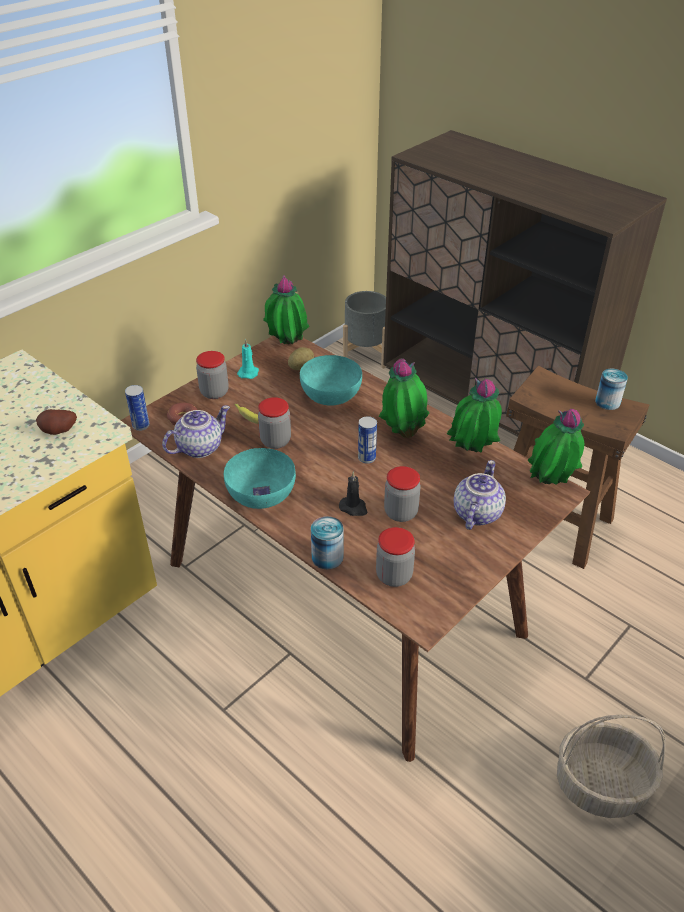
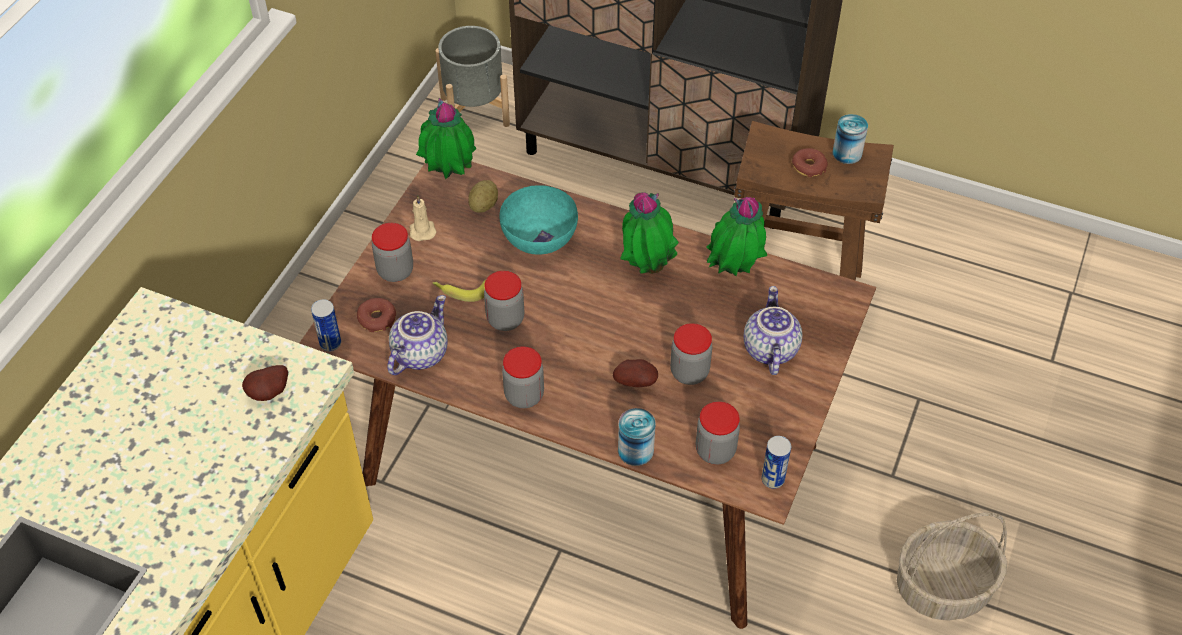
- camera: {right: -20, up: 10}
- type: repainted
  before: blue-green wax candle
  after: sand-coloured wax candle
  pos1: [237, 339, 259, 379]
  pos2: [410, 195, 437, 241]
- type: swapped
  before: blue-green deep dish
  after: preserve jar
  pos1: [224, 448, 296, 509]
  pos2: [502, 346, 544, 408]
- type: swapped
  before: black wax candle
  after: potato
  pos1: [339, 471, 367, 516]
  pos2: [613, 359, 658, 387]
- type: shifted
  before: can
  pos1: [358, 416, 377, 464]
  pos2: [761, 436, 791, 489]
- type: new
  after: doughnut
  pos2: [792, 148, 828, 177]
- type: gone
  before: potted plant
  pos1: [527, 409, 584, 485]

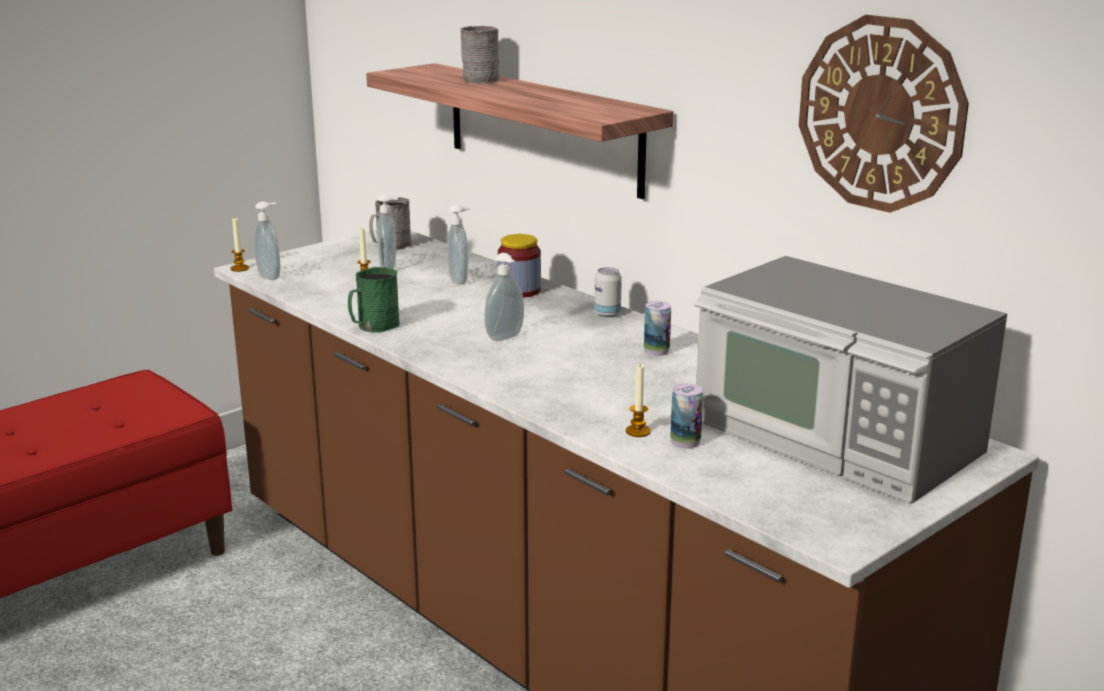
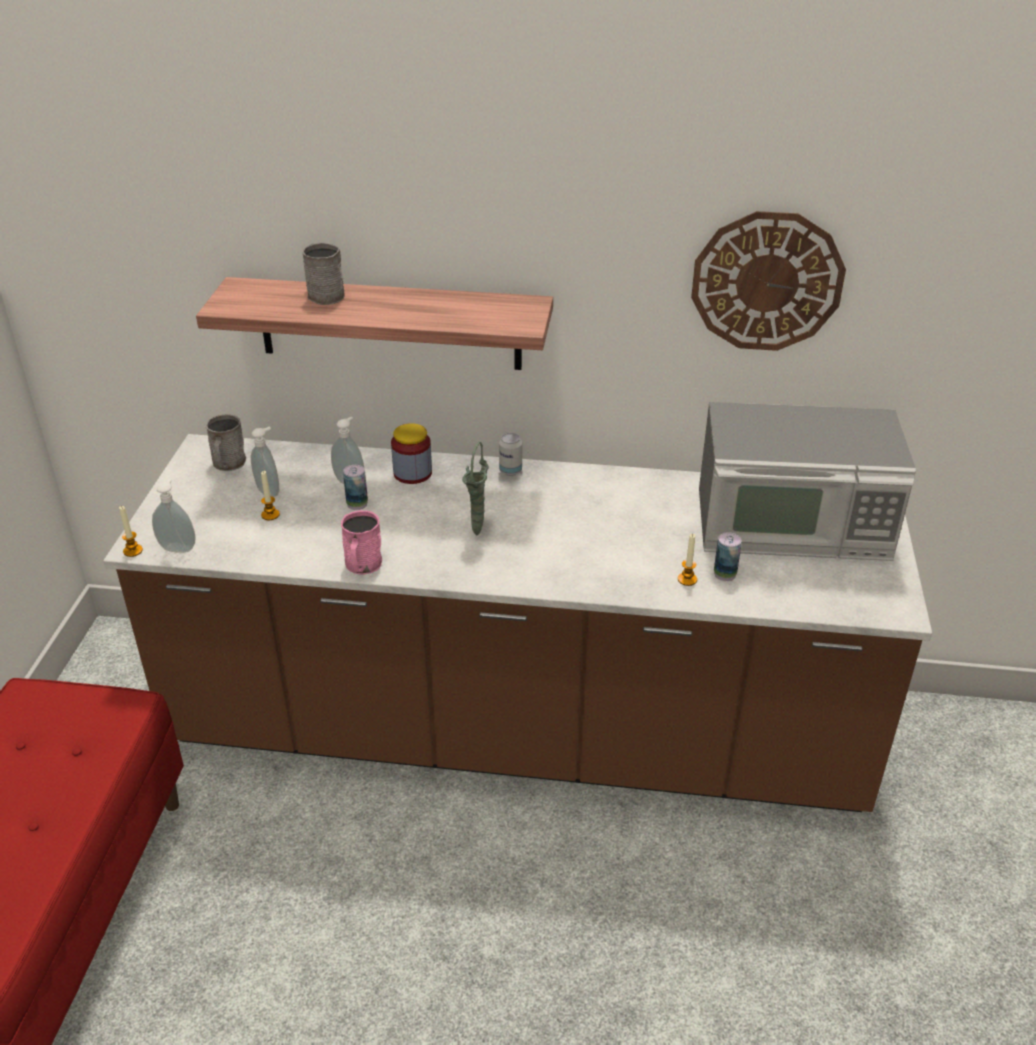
- camera: {right: -40, up: 15}
- type: repainted
  before: green mug
  after: pinkish mug
  pos1: [348, 267, 400, 333]
  pos2: [341, 510, 382, 574]
- type: shifted
  before: can
  pos1: [644, 301, 671, 356]
  pos2: [343, 465, 368, 510]
- type: swapped
  before: soap bottle
  after: green vase
  pos1: [484, 253, 524, 341]
  pos2: [462, 442, 489, 535]

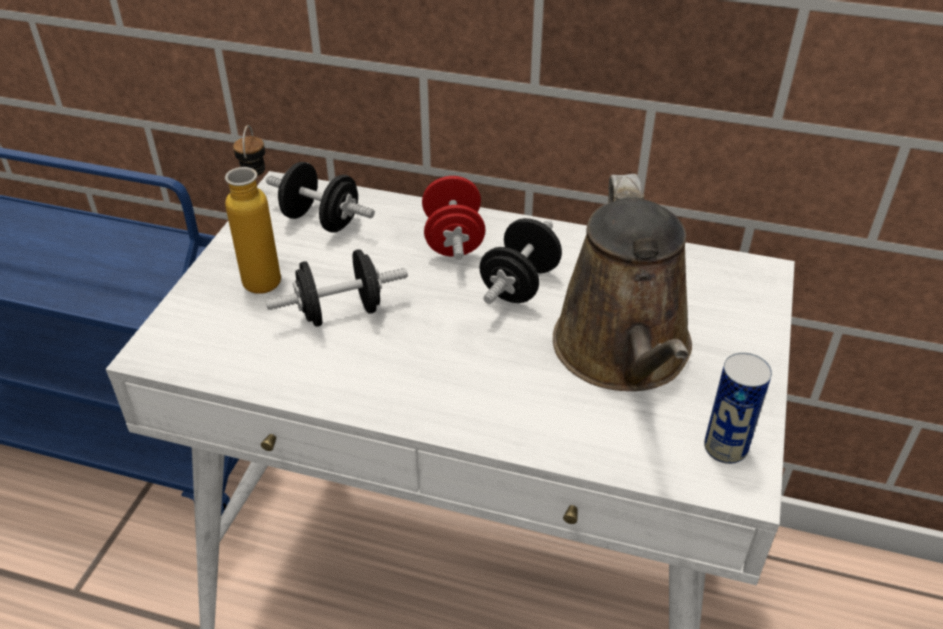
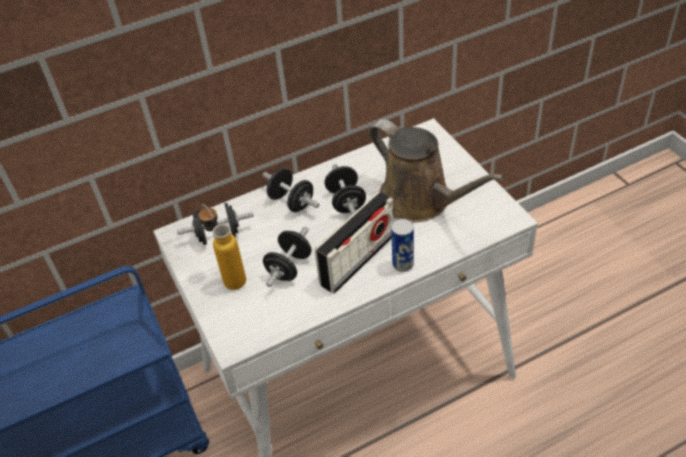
- camera: {right: -40, up: 5}
- type: repainted
  before: red-coloured hand weight
  after: black hand weight
  pos1: [422, 176, 485, 260]
  pos2: [263, 168, 320, 212]
- type: new
  after: radio
  pos2: [315, 191, 394, 294]
- type: shifted
  before: can
  pos1: [704, 353, 772, 464]
  pos2: [391, 218, 414, 272]

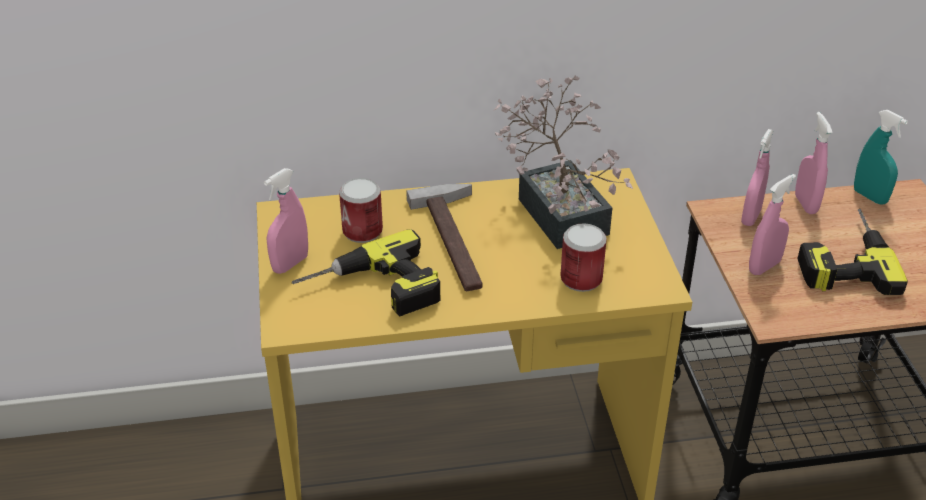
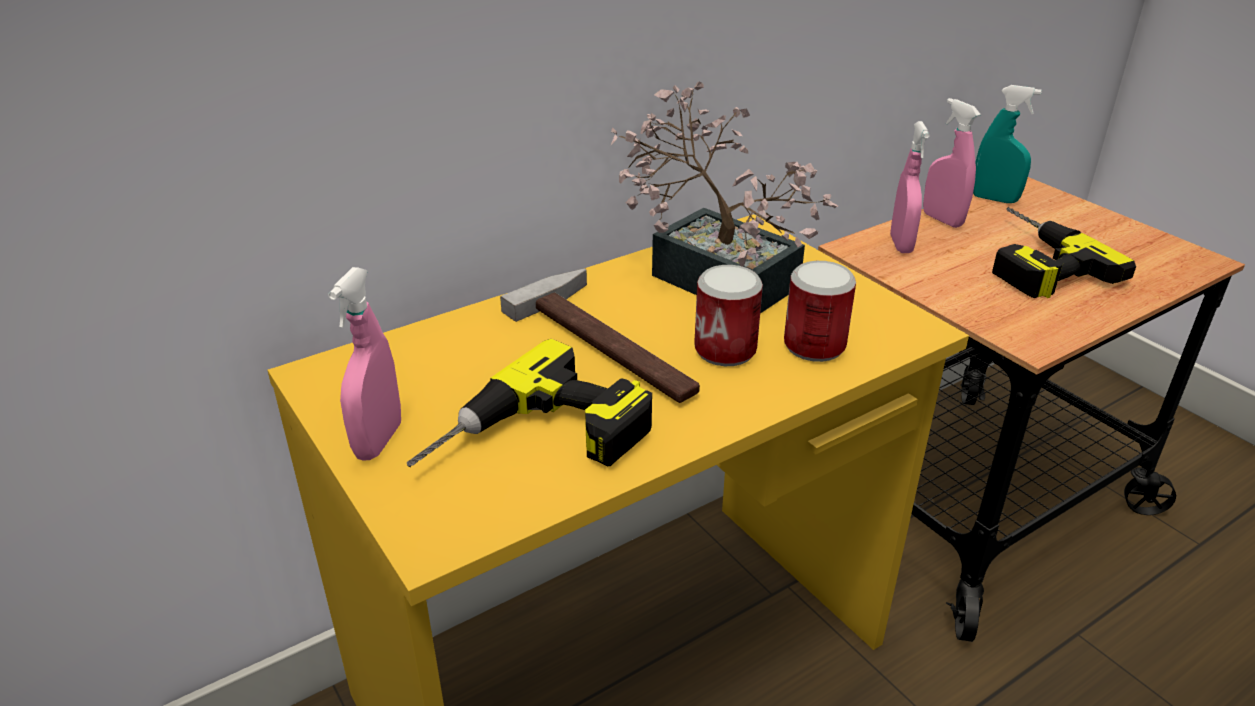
- camera: {right: -25, up: -5}
- type: shifted
  before: can
  pos1: [339, 178, 383, 243]
  pos2: [694, 265, 763, 366]
- type: gone
  before: pinkish spray bottle
  pos1: [749, 174, 796, 275]

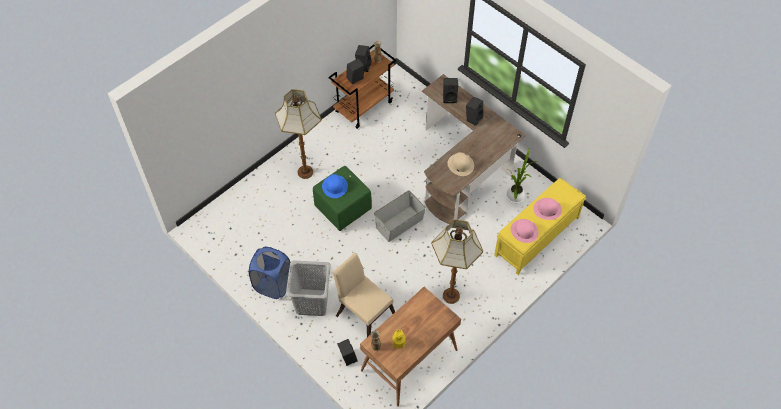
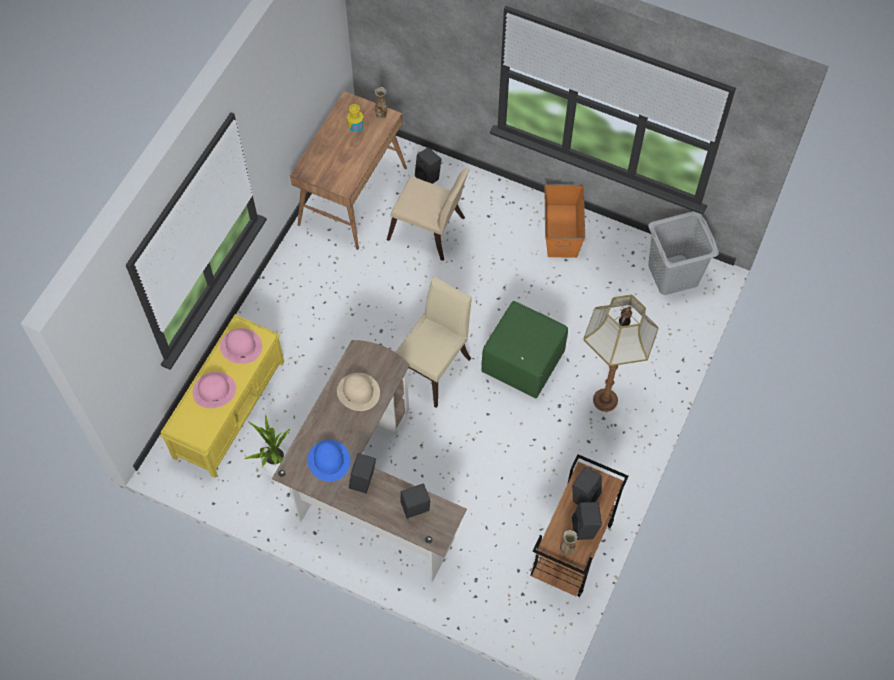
- camera: {right: 160, up: 5}
- type: shifted
  before: blue-coloured clothing hat
  pos1: [322, 174, 348, 198]
  pos2: [307, 440, 350, 482]
- type: swapped
  before: grey storage bin
  after: sand-coloured chair
  pos1: [374, 190, 426, 242]
  pos2: [396, 276, 472, 408]
- type: swapped
  before: blue-coloured hamper
  after: orange storage bin
  pos1: [249, 247, 290, 299]
  pos2: [544, 184, 585, 258]
- type: shifted
  before: grey hamper
  pos1: [286, 260, 331, 316]
  pos2: [648, 211, 719, 295]
- type: gone
  before: floor lamp
  pos1: [431, 219, 483, 304]

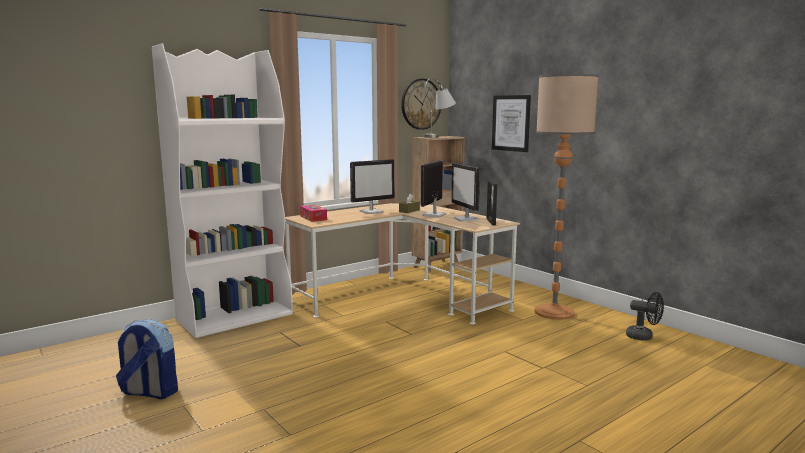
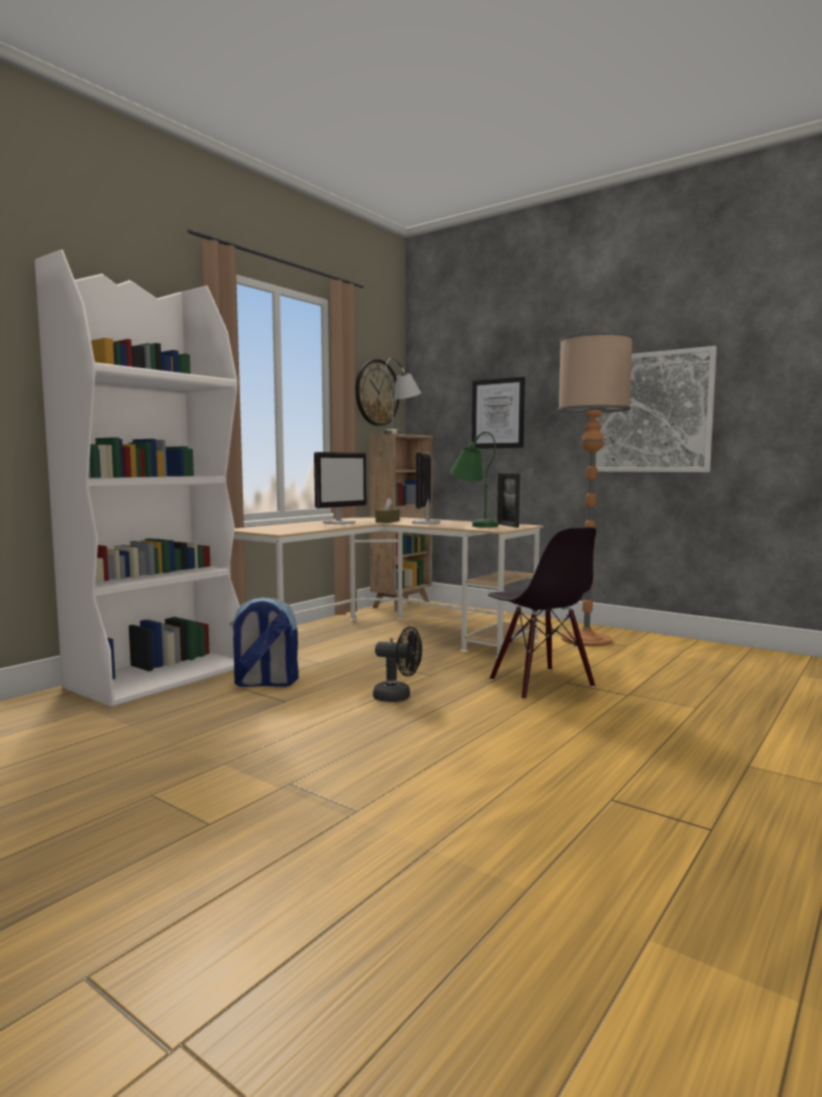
- camera: {right: -15, up: -5}
- type: shifted
  before: backpack
  pos1: [116, 319, 178, 399]
  pos2: [230, 597, 299, 687]
- type: shifted
  before: black electric fan
  pos1: [626, 292, 664, 341]
  pos2: [373, 626, 422, 702]
- type: swapped
  before: computer screen
  after: green tabletop lamp
  pos1: [451, 162, 480, 222]
  pos2: [450, 431, 498, 528]
- type: new
  after: black chair
  pos2: [488, 527, 596, 700]
- type: new
  after: picture
  pos2: [595, 346, 717, 472]
- type: gone
  before: tissue box
  pos1: [300, 205, 327, 222]

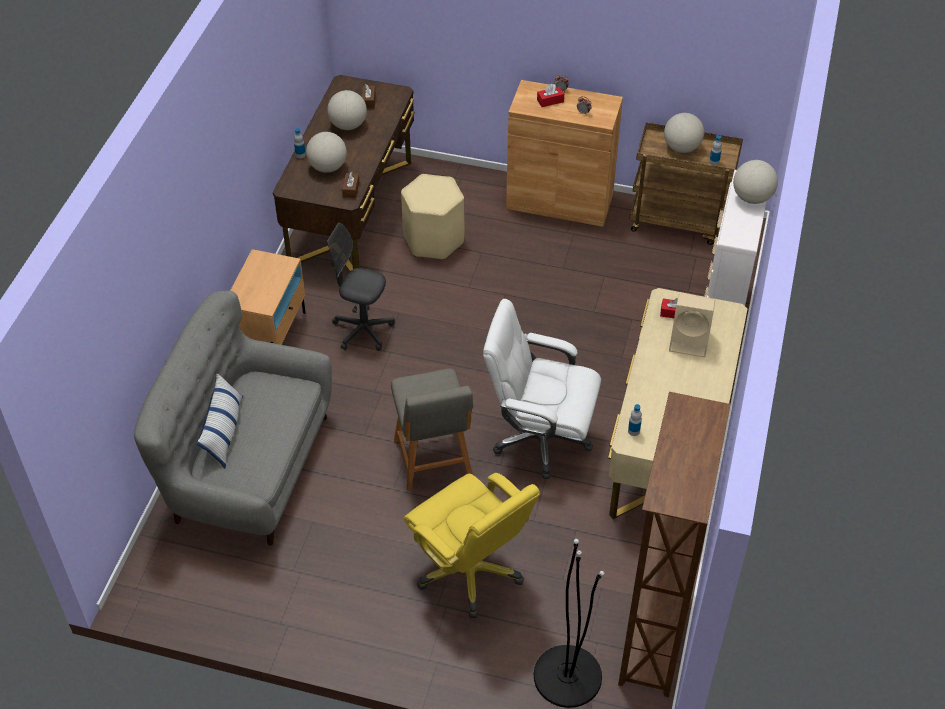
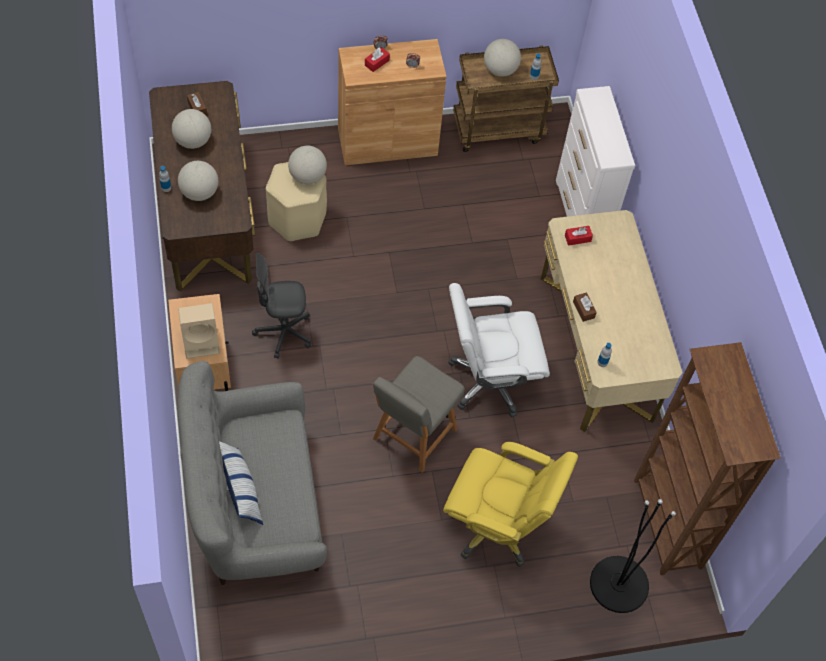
- camera: {right: -30, up: 10}
- type: shifted
  before: sand-coloured audio speaker
  pos1: [669, 294, 715, 357]
  pos2: [178, 303, 220, 359]
- type: shifted
  before: globe
  pos1: [733, 160, 778, 204]
  pos2: [288, 146, 327, 184]
- type: rotated
  before: grey chair
  pos1: [391, 368, 473, 491]
  pos2: [373, 356, 465, 473]
  turn: 75
- type: shifted
  before: brownish tissue box
  pos1: [342, 172, 359, 198]
  pos2: [573, 293, 597, 322]

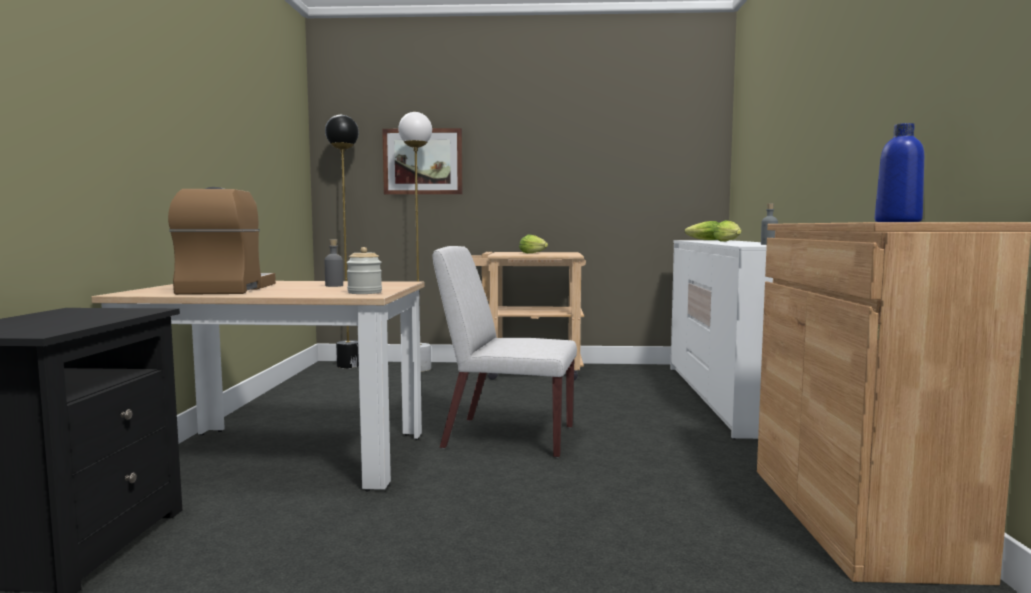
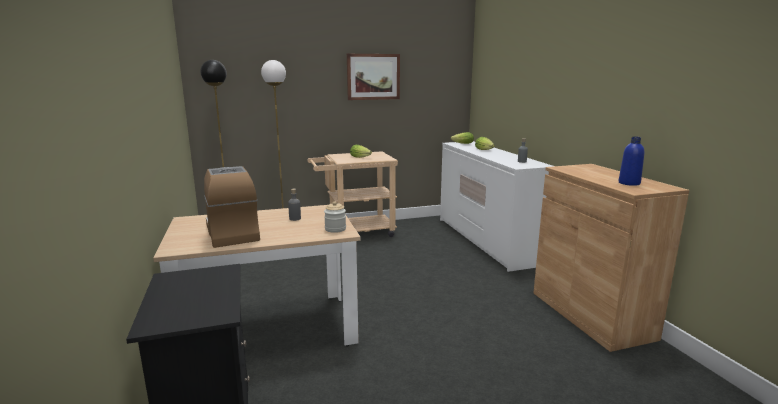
- camera: {right: -20, up: 10}
- type: shifted
  before: picture
  pos1: [382, 128, 462, 195]
  pos2: [347, 54, 400, 100]
- type: gone
  before: white chair
  pos1: [433, 246, 577, 458]

